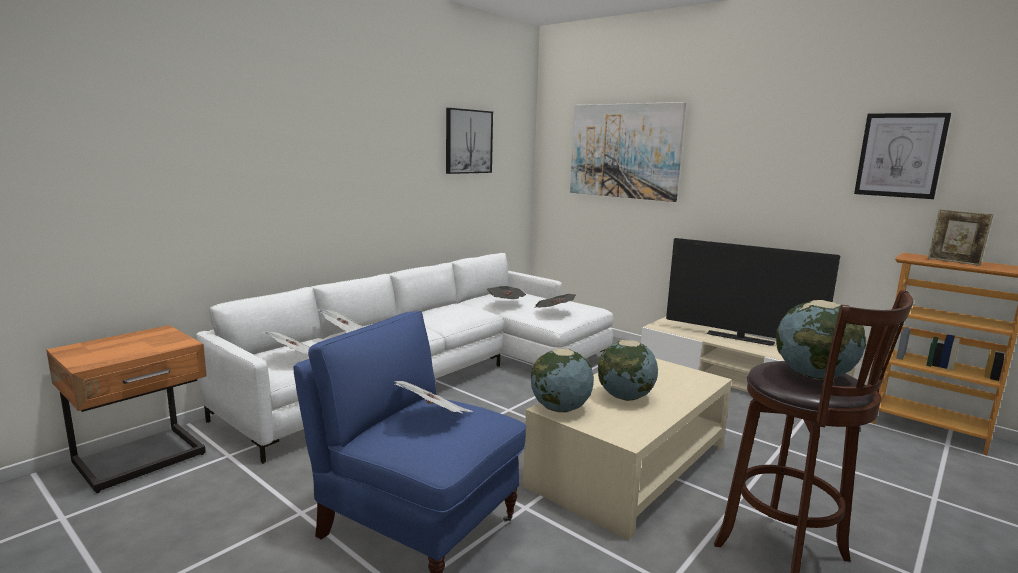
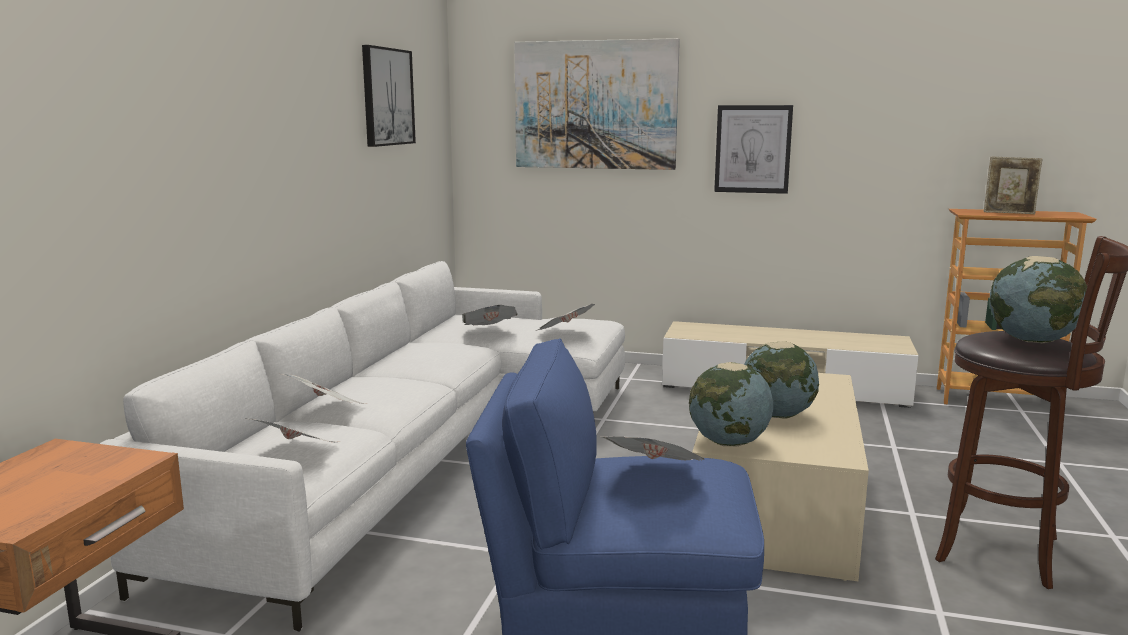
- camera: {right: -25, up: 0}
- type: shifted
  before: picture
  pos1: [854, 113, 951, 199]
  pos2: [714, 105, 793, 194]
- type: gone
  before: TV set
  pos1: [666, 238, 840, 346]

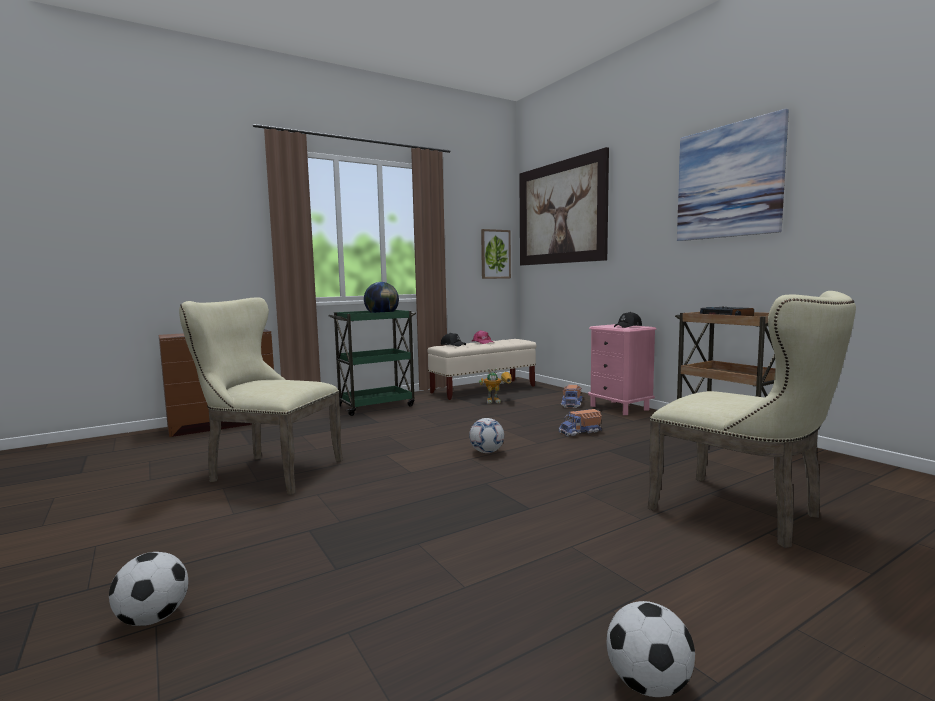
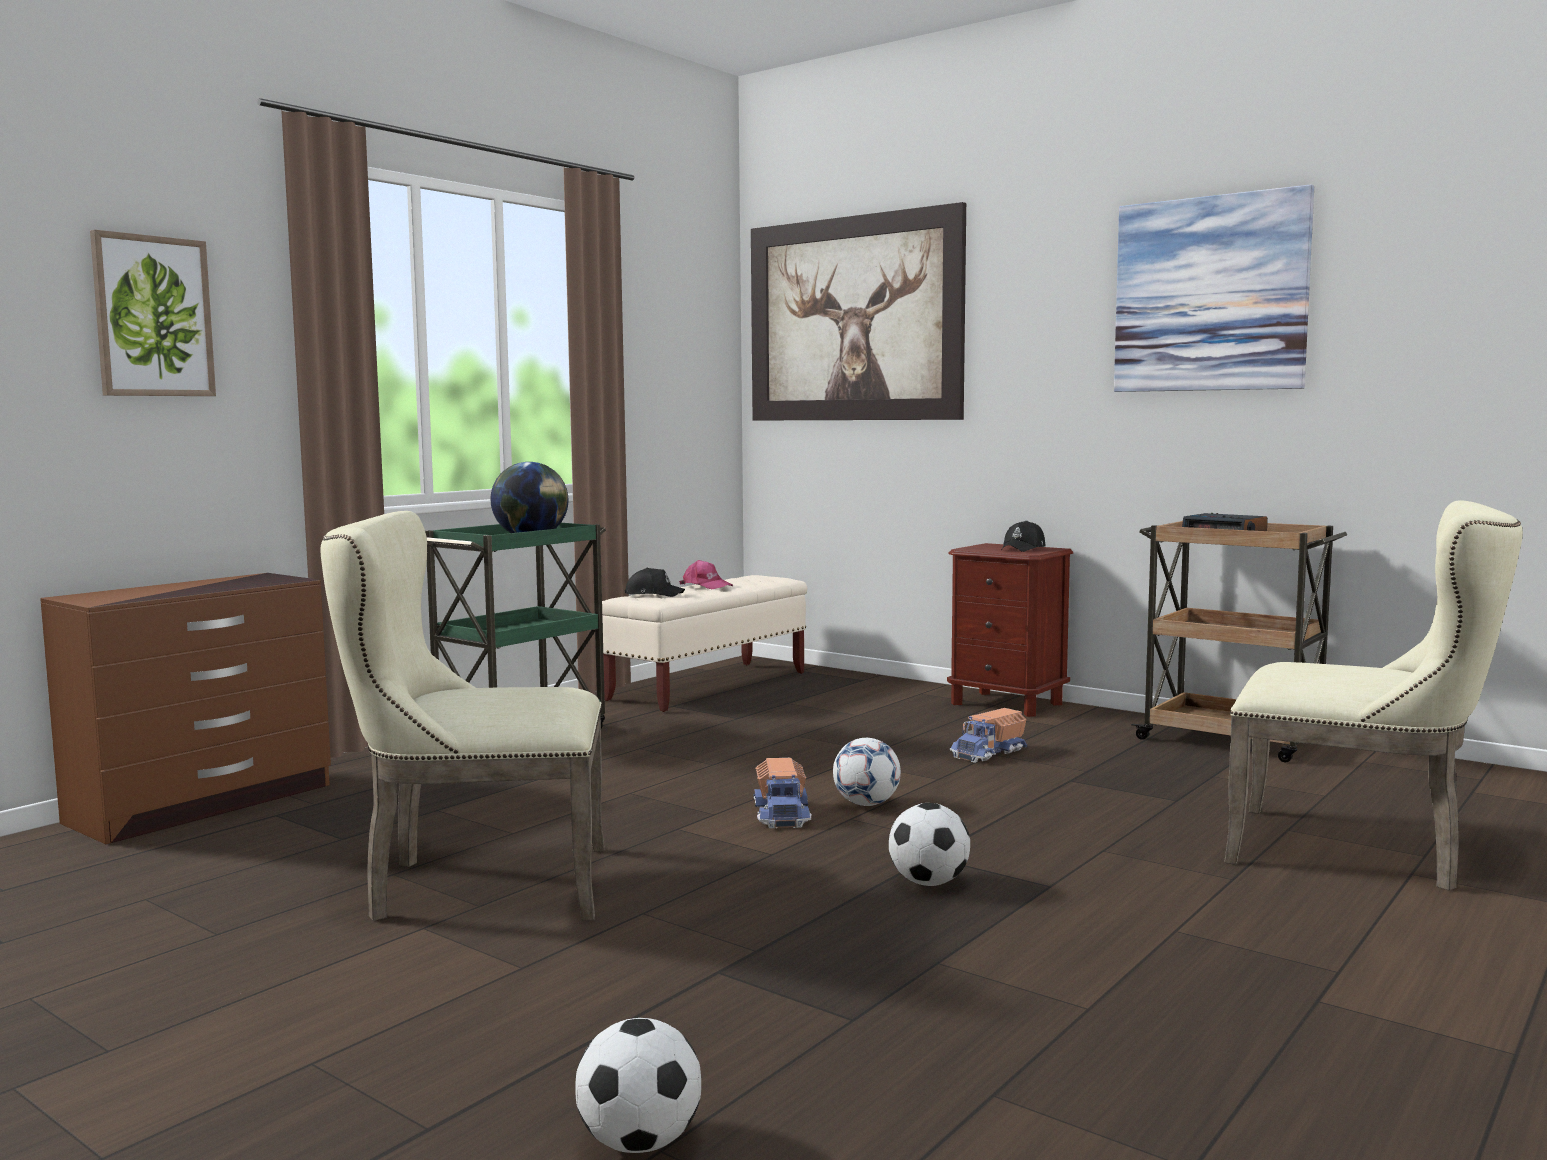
- camera: {right: -20, up: 0}
- type: shifted
  before: picture
  pos1: [481, 229, 511, 279]
  pos2: [90, 230, 216, 396]
- type: shifted
  before: toy truck
  pos1: [561, 384, 583, 408]
  pos2: [754, 758, 812, 828]
- type: shifted
  before: ball for football
  pos1: [607, 601, 695, 697]
  pos2: [889, 803, 970, 886]
- type: repainted
  before: pinkish bedside table
  after: brownish bedside table
  pos1: [588, 324, 657, 415]
  pos2: [947, 543, 1073, 717]
- type: gone
  before: model robot
  pos1: [479, 369, 512, 404]

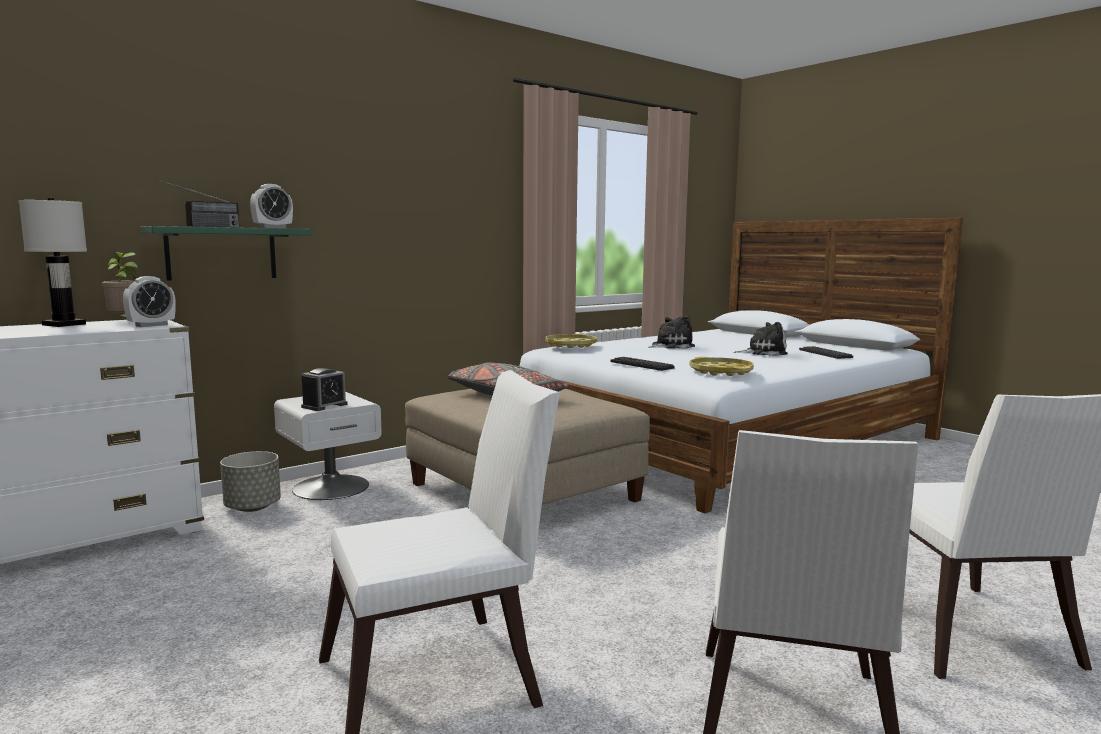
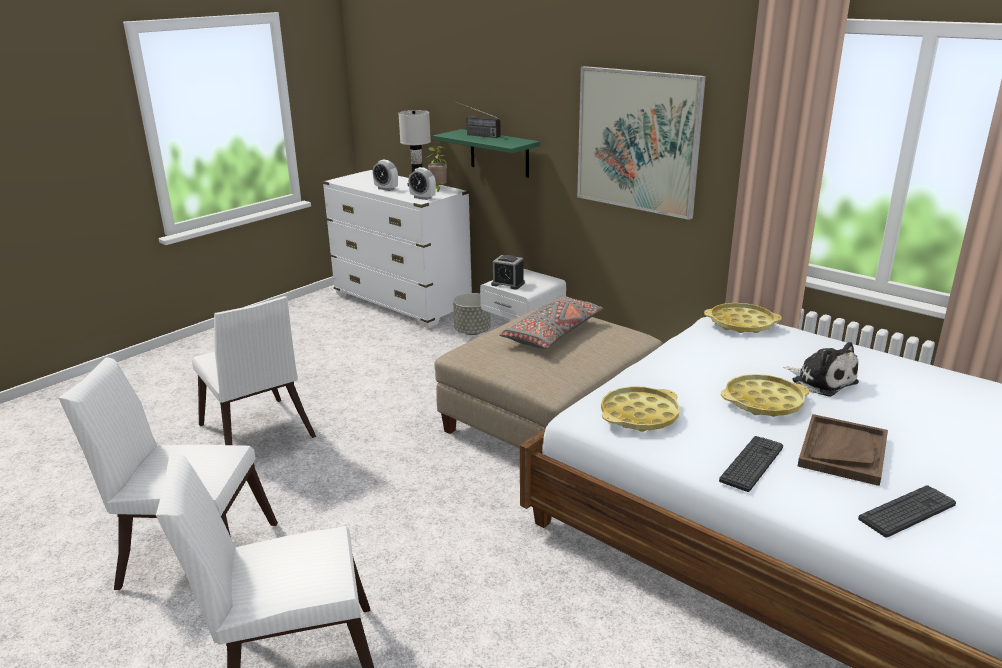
- camera: {right: 80, up: 15}
- type: shifted
  before: alarm clock
  pos1: [250, 184, 293, 228]
  pos2: [373, 160, 398, 191]
- type: new
  after: picture
  pos2: [577, 66, 706, 220]
- type: shifted
  before: keyboard
  pos1: [610, 357, 675, 371]
  pos2: [719, 436, 783, 492]
- type: new
  after: yellowish carrying tray
  pos2: [721, 374, 809, 417]
- type: swapped
  before: plush toy
  after: brownish carrying tray
  pos1: [734, 322, 788, 356]
  pos2: [798, 414, 888, 486]

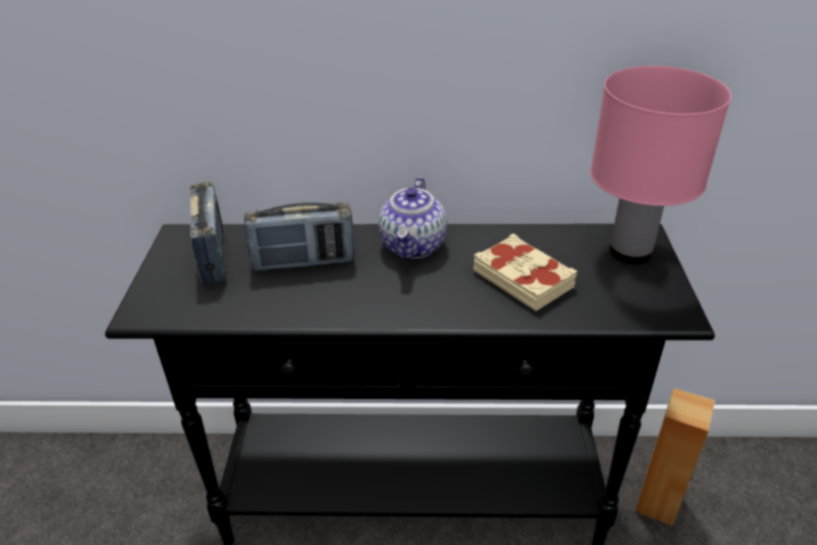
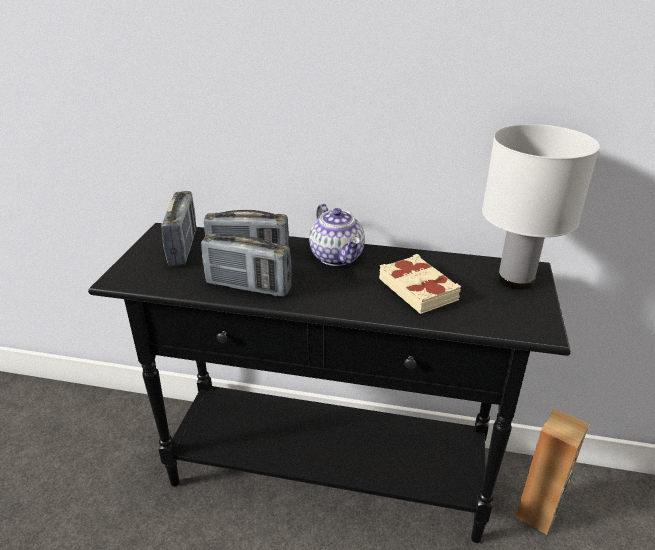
- camera: {right: 10, up: -5}
- type: new
  after: radio
  pos2: [201, 234, 292, 297]
- type: rotated
  before: pot for tea
  pos1: [378, 177, 447, 260]
  pos2: [309, 204, 365, 266]
  turn: -45
- type: repainted
  before: pinkish tabletop lamp
  after: white tabletop lamp
  pos1: [590, 66, 731, 264]
  pos2: [482, 124, 600, 290]

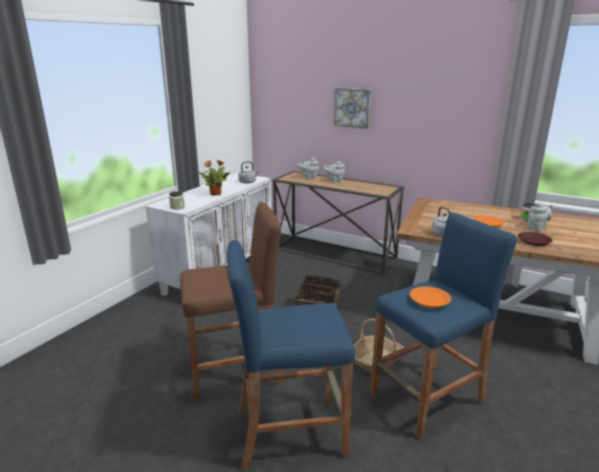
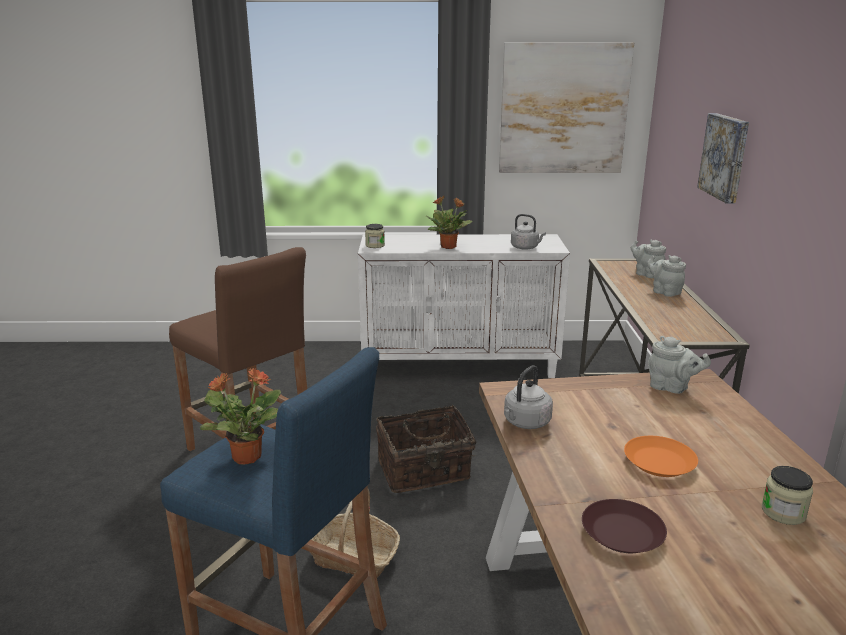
- camera: {right: 60, up: 0}
- type: swapped
  before: orange flat dish
  after: potted plant
  pos1: [410, 286, 451, 308]
  pos2: [199, 368, 281, 464]
- type: new
  after: picture
  pos2: [499, 42, 634, 173]
- type: shifted
  before: grey pot for tea
  pos1: [528, 202, 553, 230]
  pos2: [648, 336, 711, 394]
- type: gone
  before: blue-coloured sitting stool
  pos1: [227, 240, 355, 470]

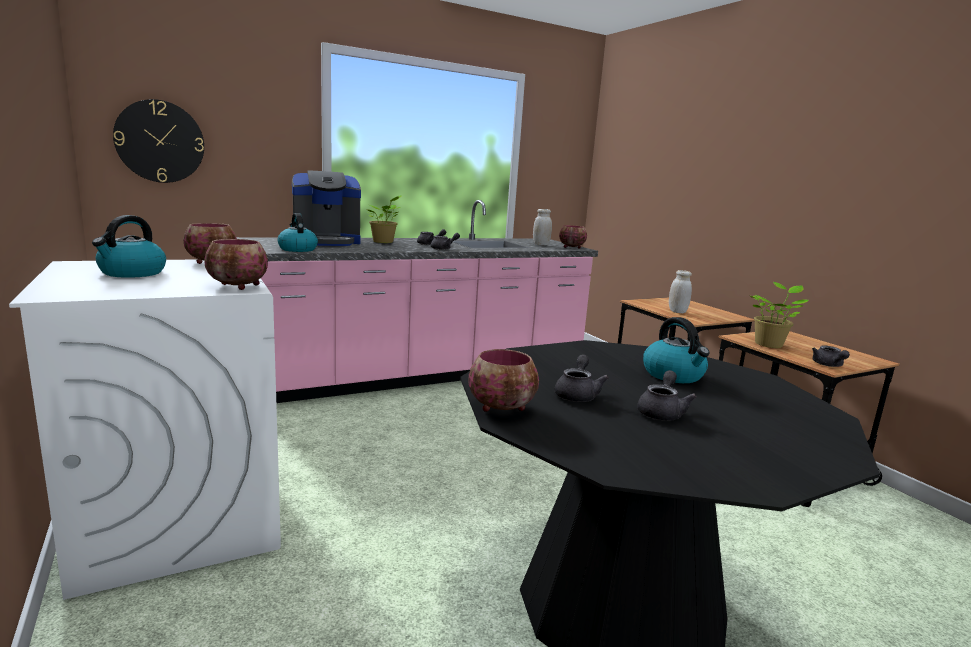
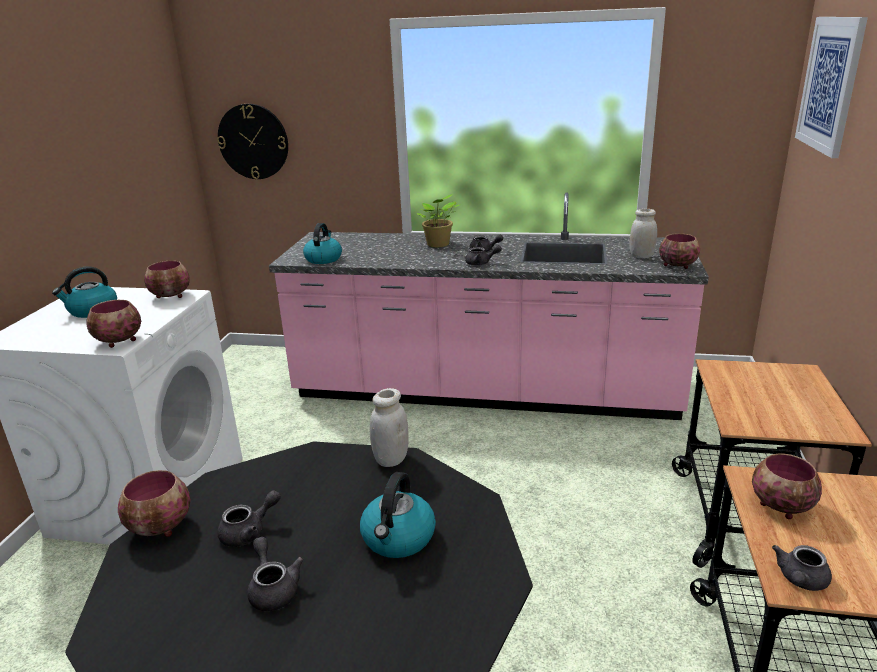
- camera: {right: 40, up: 10}
- type: rotated
  before: grey pot for tea
  pos1: [637, 370, 697, 421]
  pos2: [247, 537, 304, 611]
  turn: -90
- type: shifted
  before: white preserve jar
  pos1: [669, 270, 692, 313]
  pos2: [370, 388, 409, 467]
- type: swapped
  before: potted plant
  after: deep dish
  pos1: [750, 282, 809, 348]
  pos2: [752, 454, 822, 519]
- type: new
  after: picture
  pos2: [795, 17, 868, 158]
- type: gone
  before: coffee machine
  pos1: [292, 170, 361, 246]

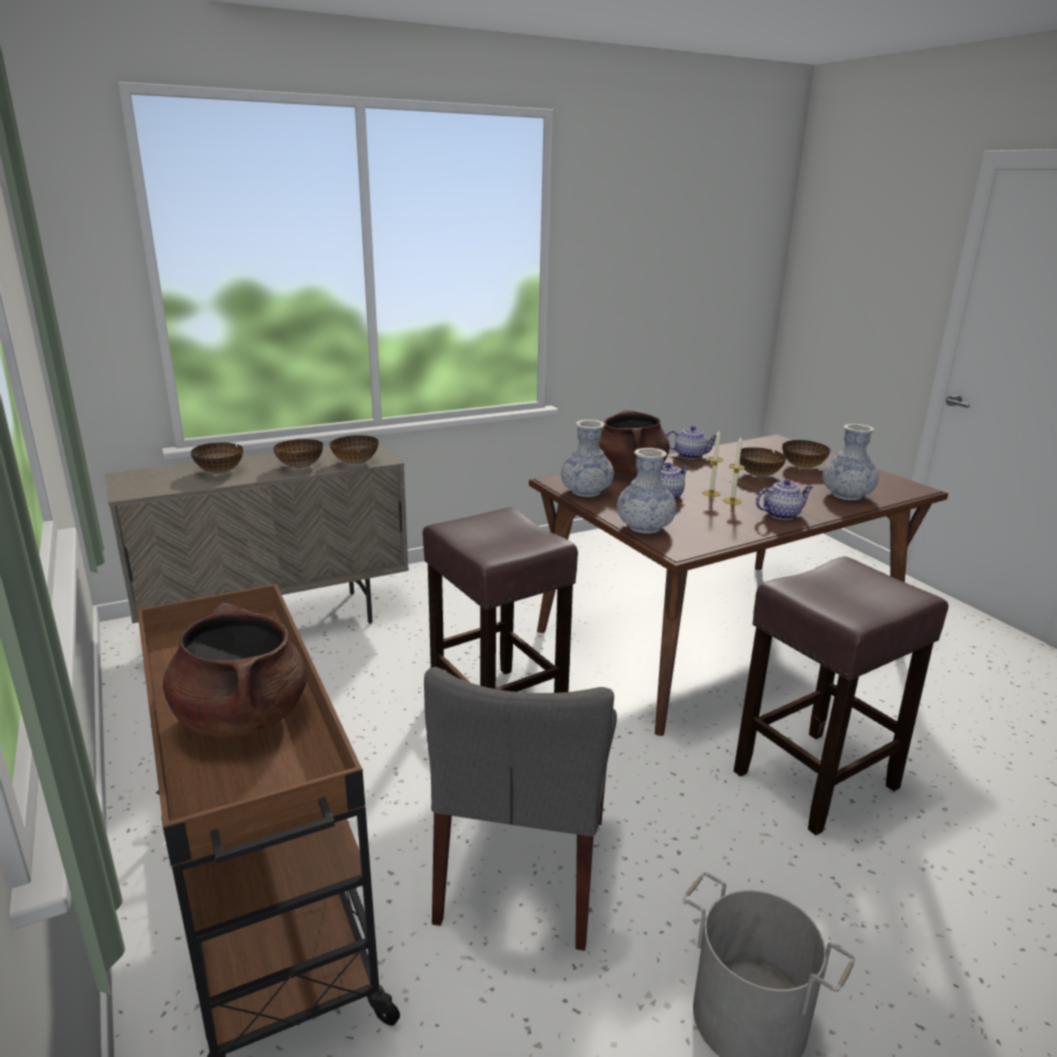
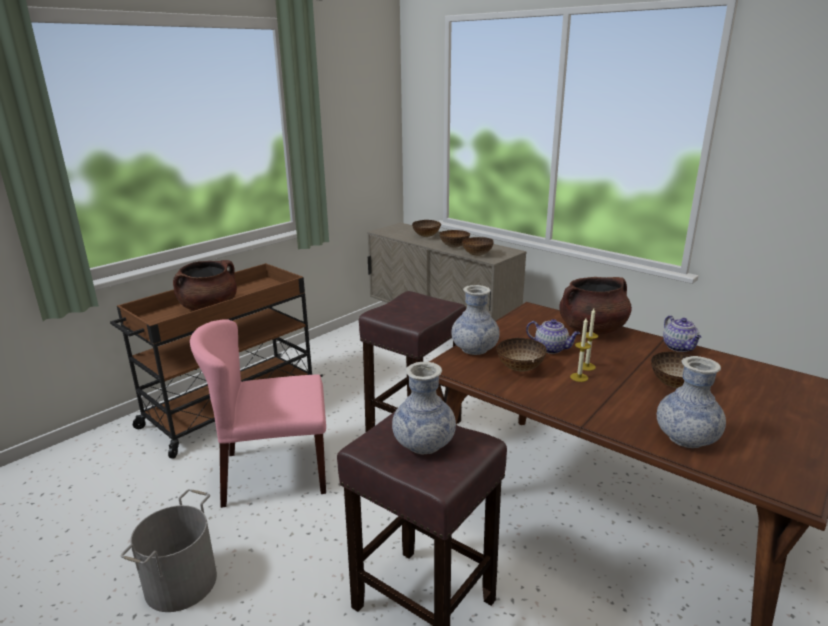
- camera: {right: 70, up: 0}
- type: repainted
  before: grey chair
  after: pinkish chair
  pos1: [424, 667, 617, 951]
  pos2: [190, 319, 326, 508]
- type: shifted
  before: vase
  pos1: [561, 419, 614, 497]
  pos2: [392, 362, 456, 454]
- type: shifted
  before: deep dish
  pos1: [782, 440, 830, 469]
  pos2: [496, 338, 547, 372]
- type: gone
  before: pot for tea
  pos1: [756, 479, 813, 520]

